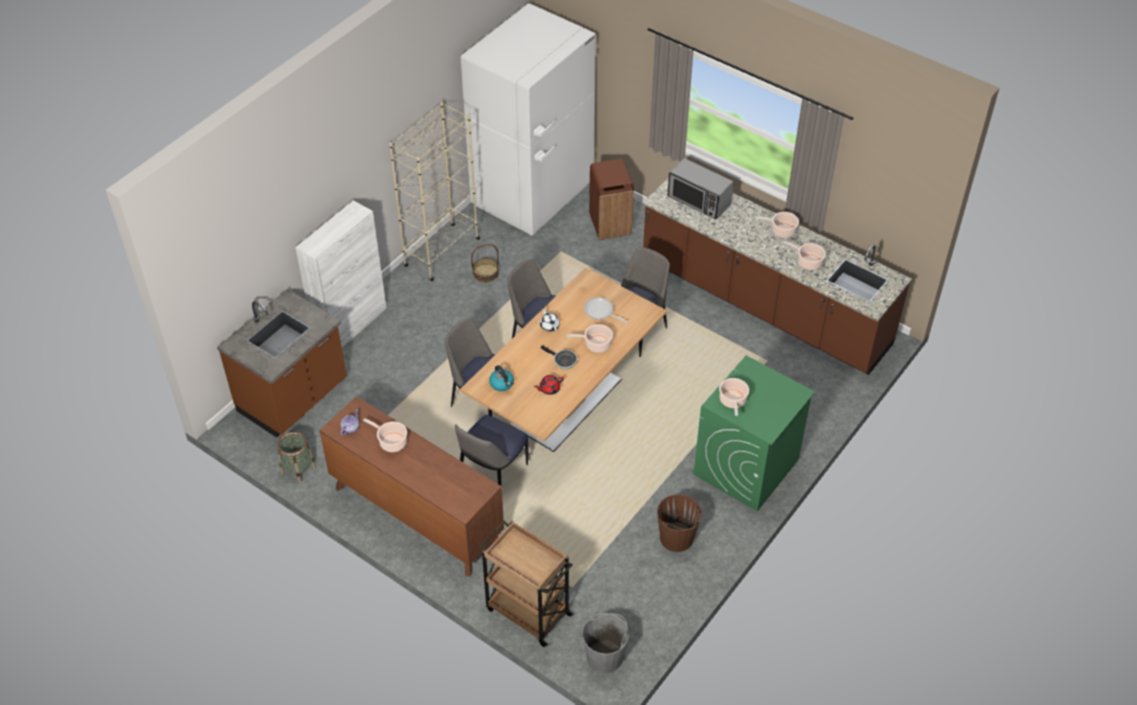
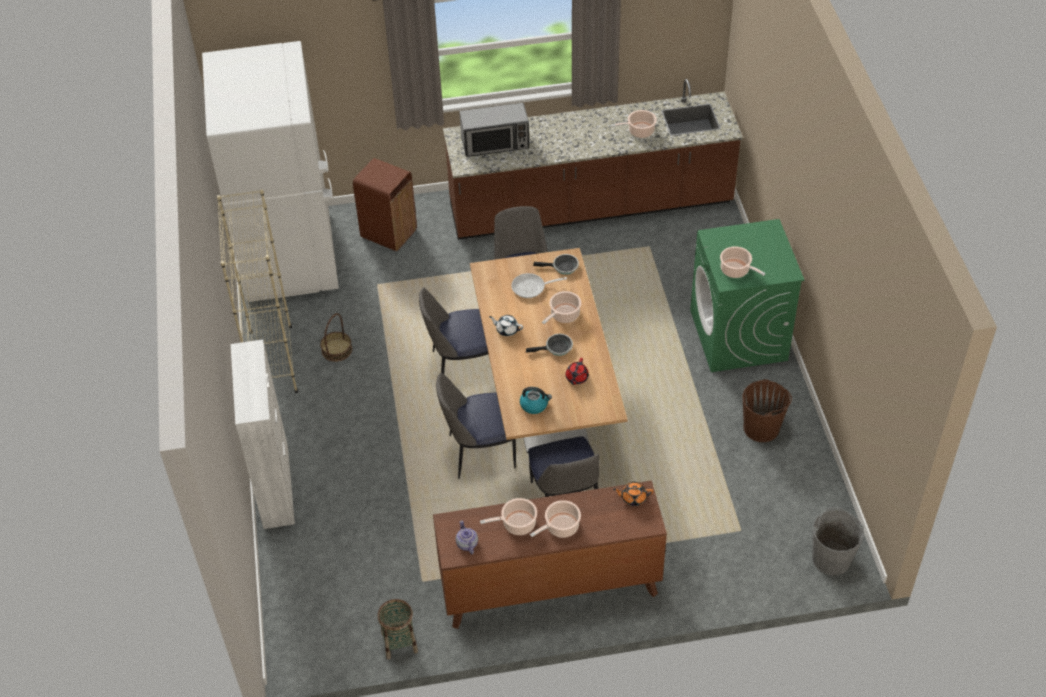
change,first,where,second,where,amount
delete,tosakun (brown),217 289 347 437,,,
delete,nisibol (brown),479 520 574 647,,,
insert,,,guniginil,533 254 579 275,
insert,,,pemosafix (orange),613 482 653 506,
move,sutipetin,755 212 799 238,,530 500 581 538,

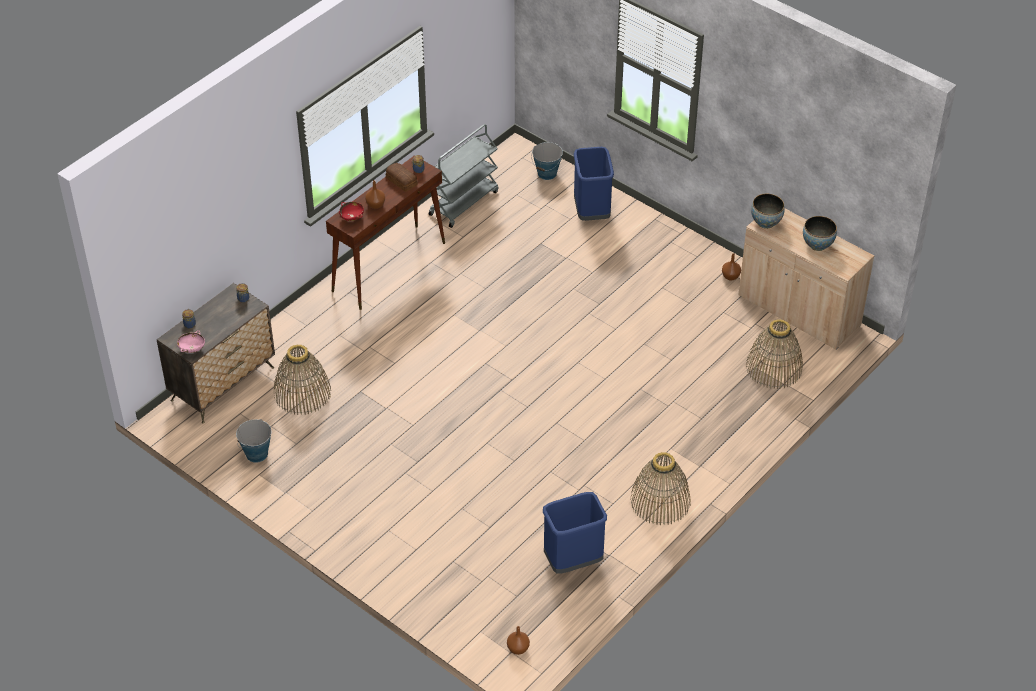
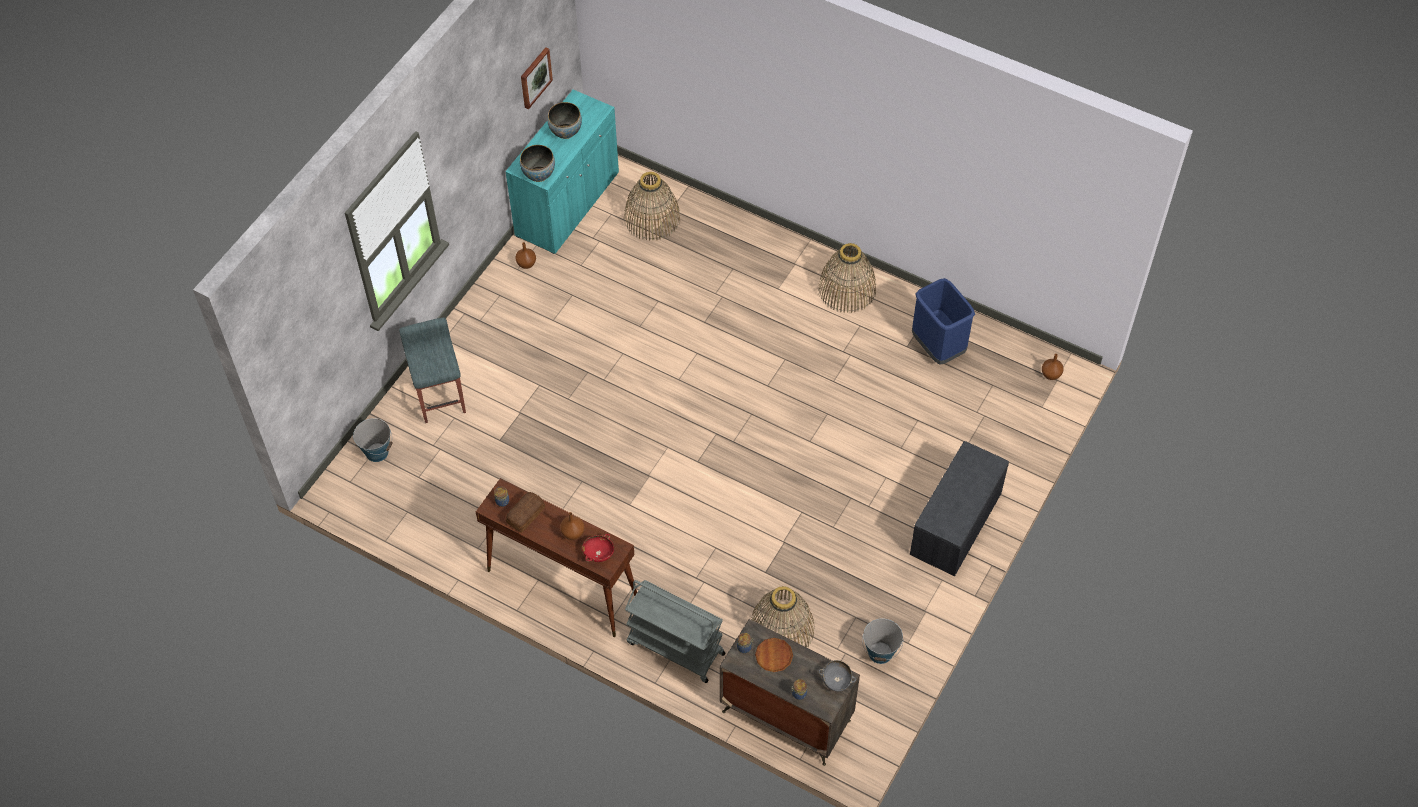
change,first,where,second,where,amount
insert,,,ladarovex,521 47 553 109,
insert,,,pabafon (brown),755 638 793 672,
insert,,,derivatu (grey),910 441 1009 576,
move,nisibol (grey),429 124 499 228,,625 580 725 683,
replace,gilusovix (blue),574 147 614 221,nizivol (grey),399 318 466 423,
recolor,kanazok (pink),177 330 205 353,kanazok (grey),818 660 856 691,
recolor,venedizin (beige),738 209 874 349,venedizin (turquoise),505 89 619 254,

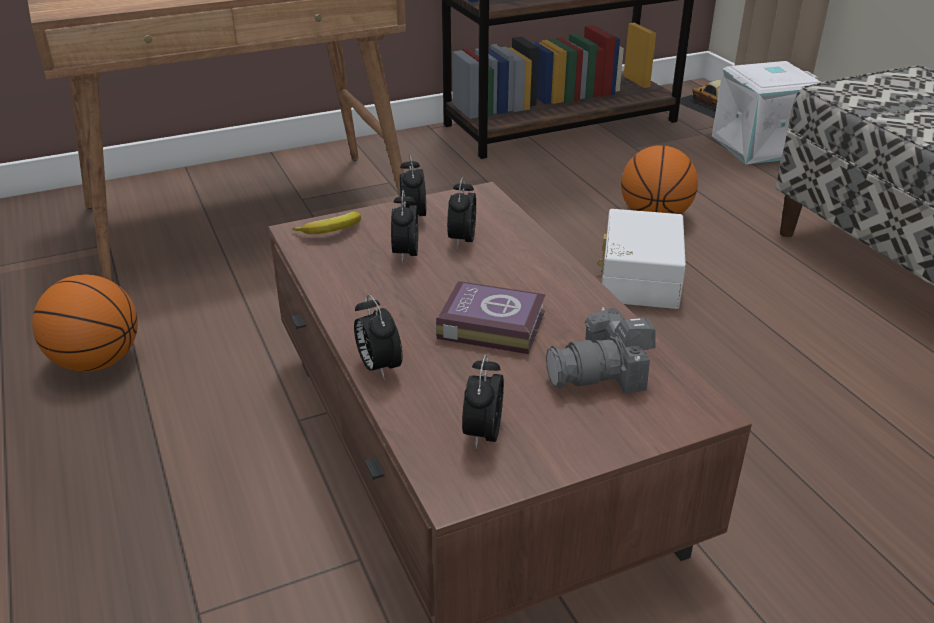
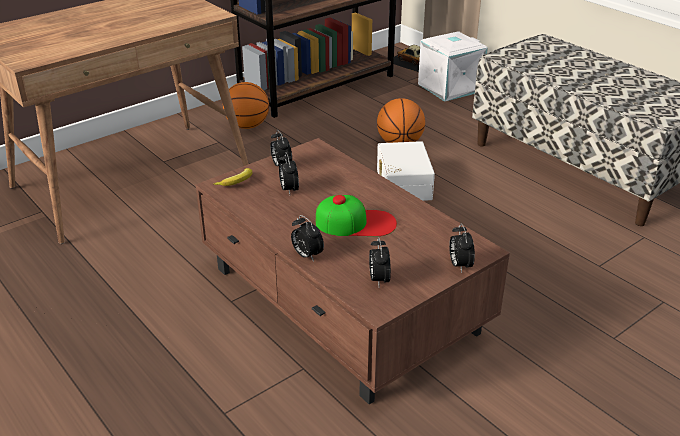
change,first,where,second,where,amount
delete,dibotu,546 307 655 394,,,
move,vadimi,32 275 138 372,,223 82 269 129,
move,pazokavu,447 177 476 249,,449 223 475 273,
replace,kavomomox,436 281 546 354,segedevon,316 195 397 236,

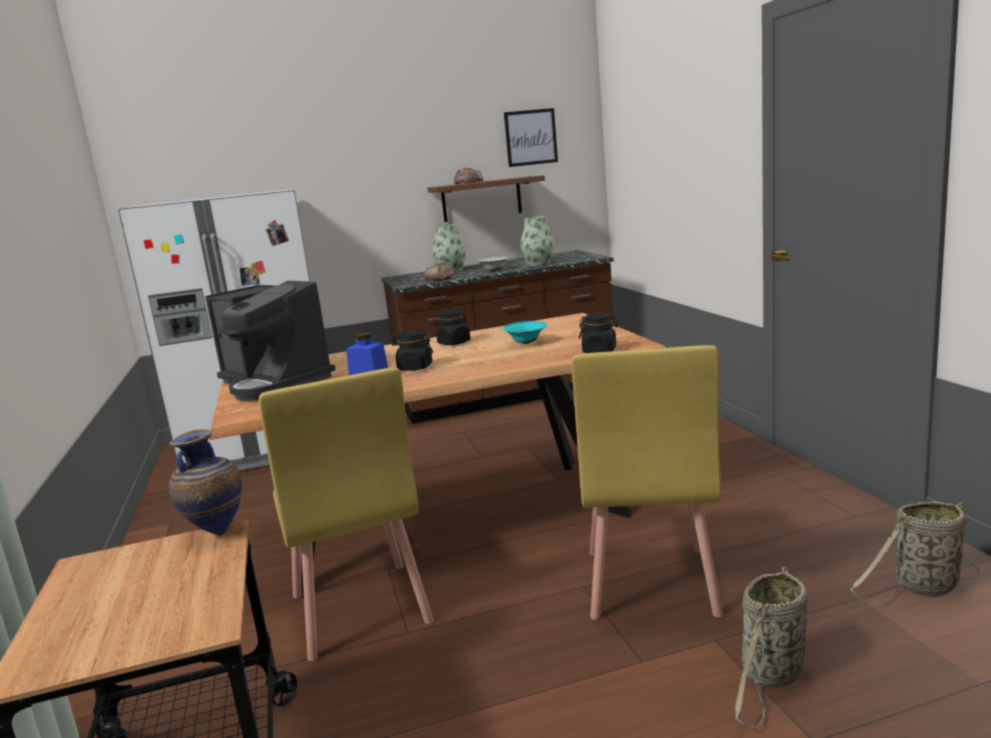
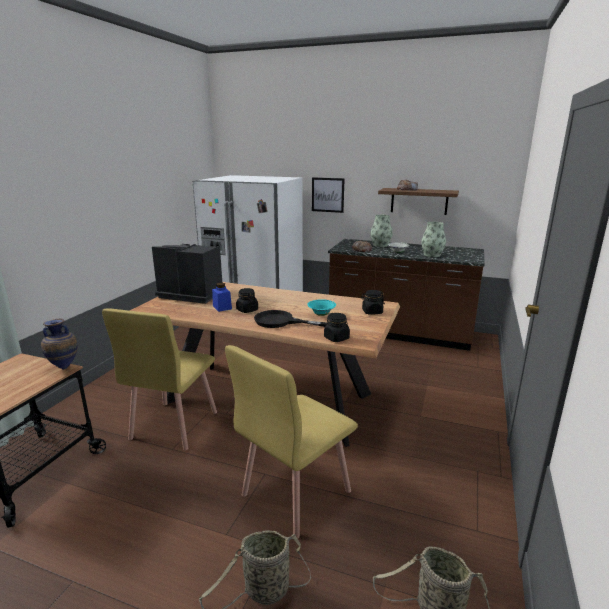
change,first,where,second,where,amount
insert,,,guniginil (black),254 310 327 328,
move,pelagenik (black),436 309 471 345,,361 290 385 314,
move,ladarovex,504 108 558 167,,312 177 345 213,
rotate,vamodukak,205 281 336 401,,152 244 222 304,120 degrees clockwise

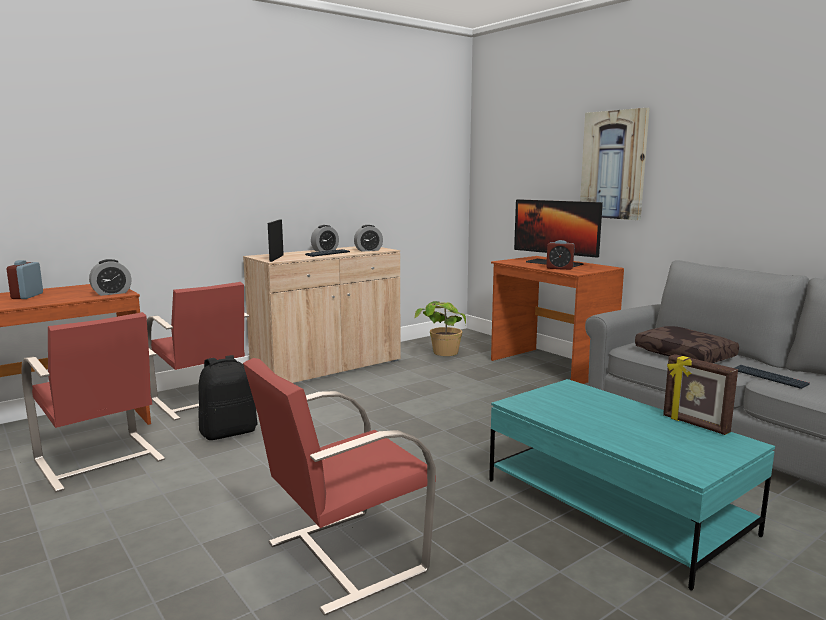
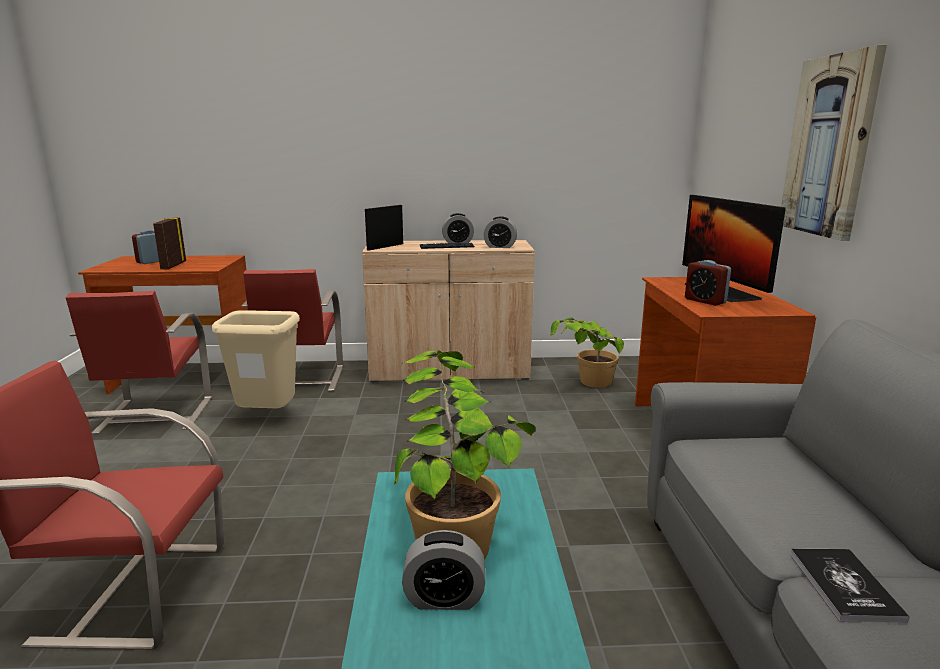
change,first,where,second,where,amount
delete,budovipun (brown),635 326 739 363,,,
insert,,,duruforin,394 350 536 560,
move,pazokavu,89 259 132 296,,402 530 485 610,
move,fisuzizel,663 354 738 435,,153 217 186 269,
replace,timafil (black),198 355 257 440,gilusovix (beige),212 310 300 408,
replace,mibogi,735 365 810 389,kavomomox,790 548 909 623,

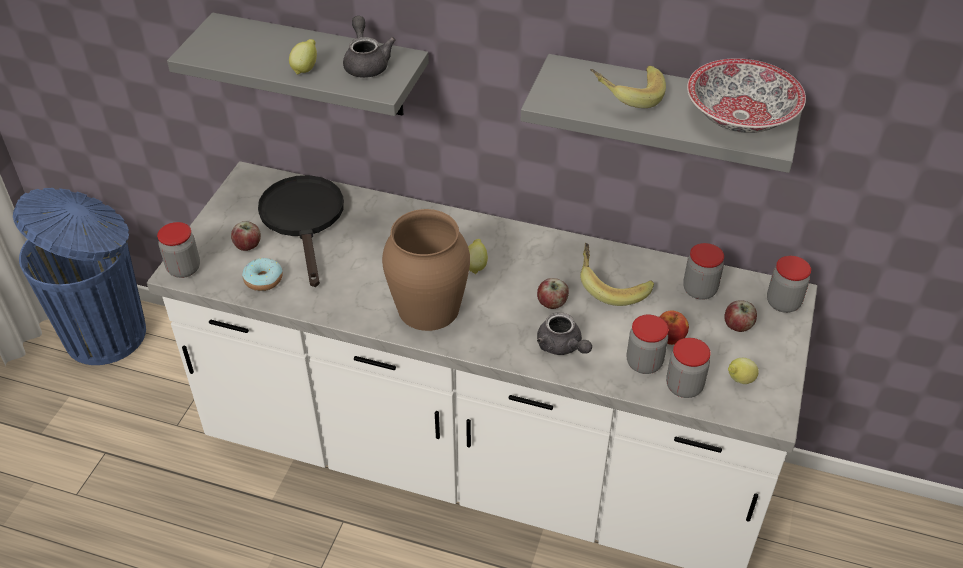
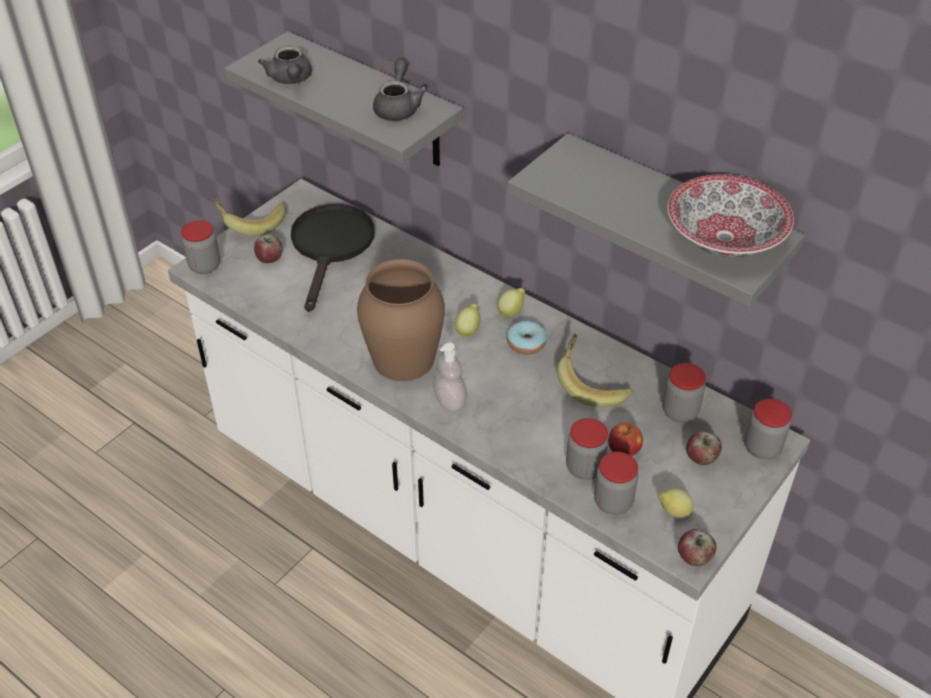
change,first,where,second,where,amount
delete,gilusovix (blue),13 188 146 365,,,
insert,,,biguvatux,433 342 467 411,
move,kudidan,242 258 283 291,,507 321 547 355,
move,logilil,289 39 317 74,,497 288 525 317,
move,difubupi,537 278 569 309,,678 529 717 566,
move,pemosafix (grey),537 312 592 355,,258 46 312 84,
move,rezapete,590 65 666 108,,212 196 286 236,

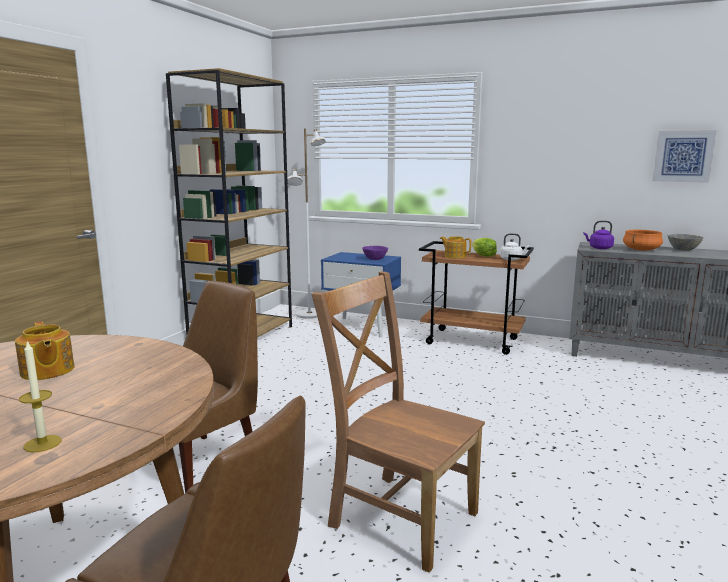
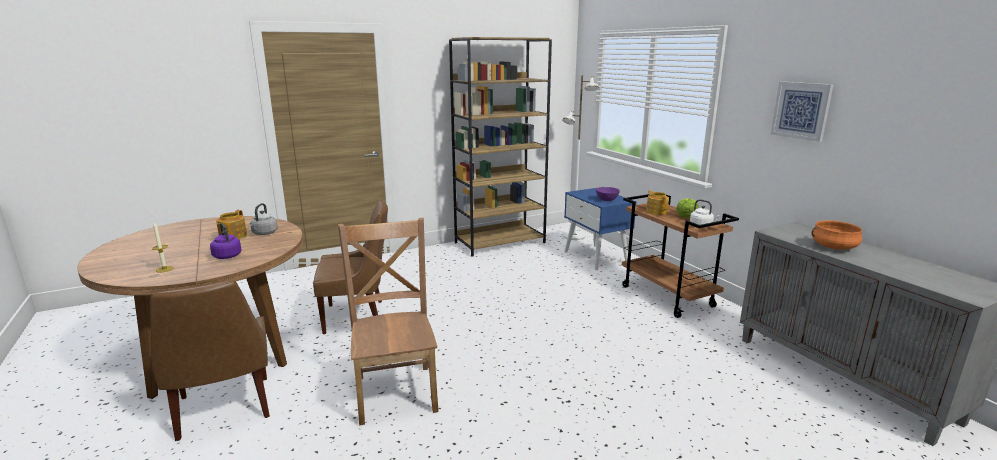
change,first,where,second,where,amount
delete,kanazok (grey),668 234 703 251,,,
insert,,,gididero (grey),250 203 278 235,
move,gididero (purple),583 221 614 249,,210 223 242 259,
move,ladarovex,653 130 717 183,,771 82 834 142,

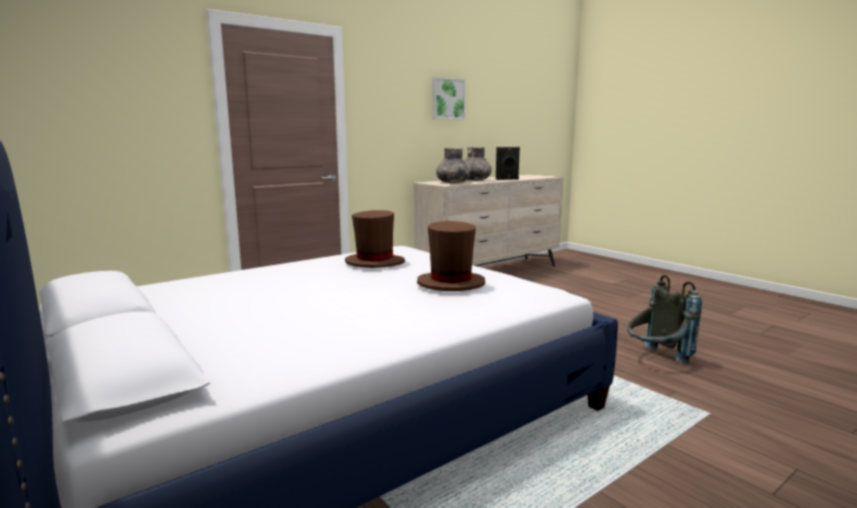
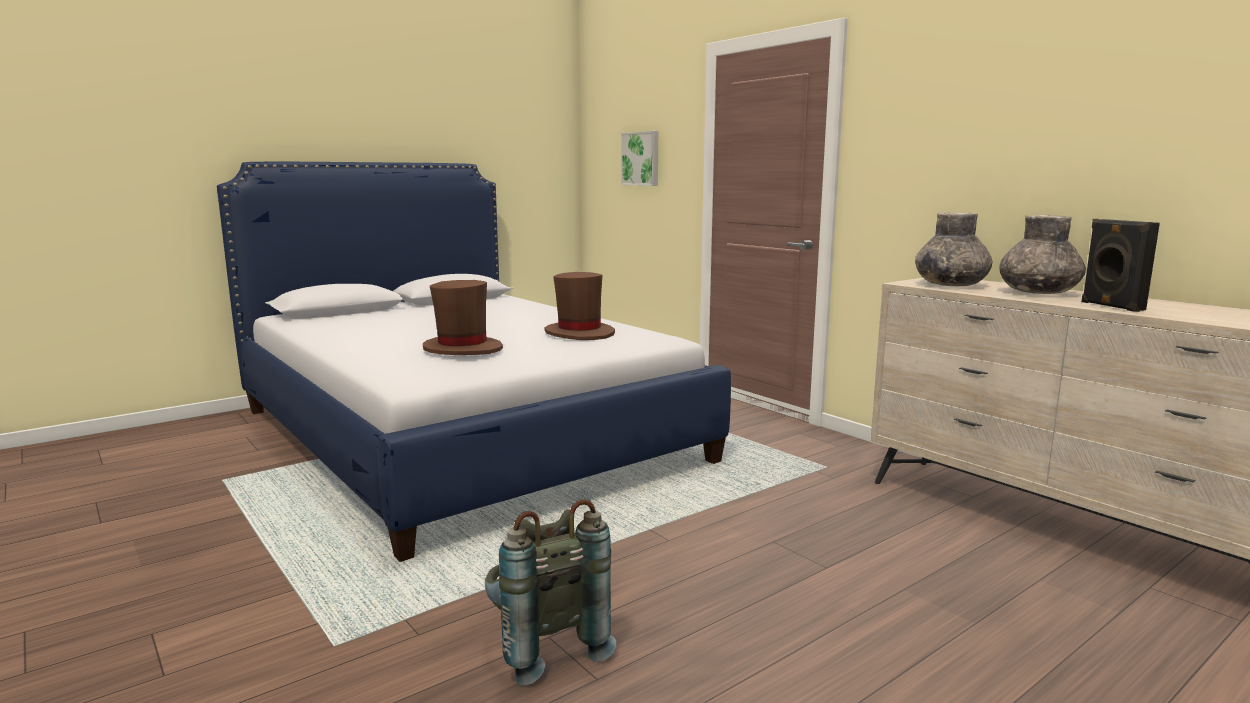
change,first,where,second,where,amount
move,ladarovex,432 77 466 120,,621 131 658 186,

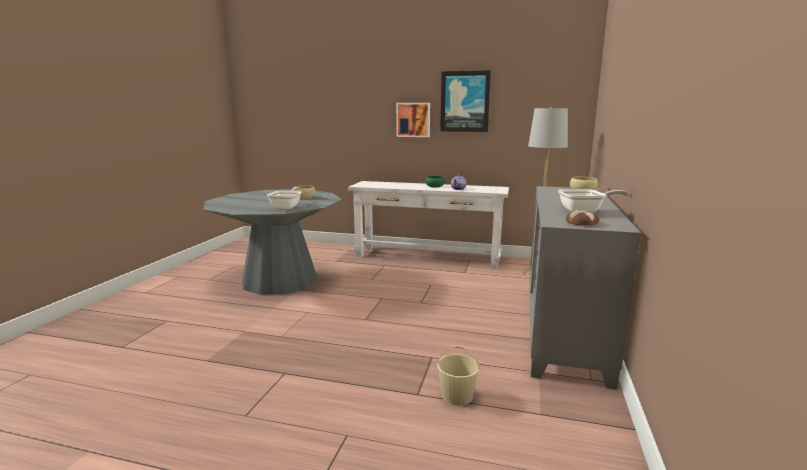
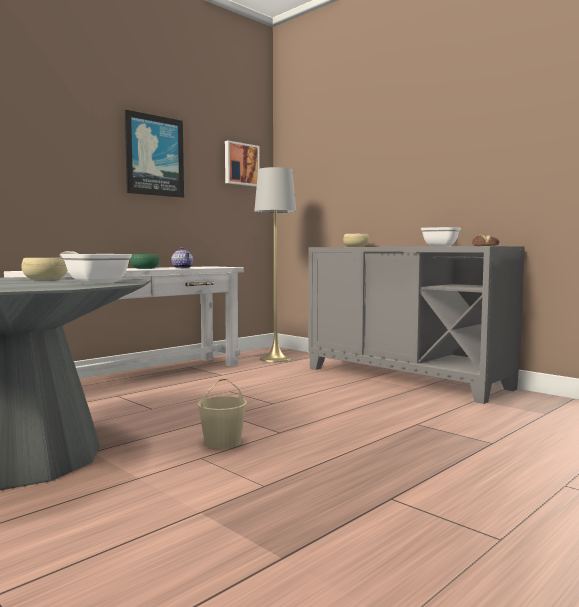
change,first,where,second,where,amount
move,ladarovex,396 103 430 137,,225 140 260 187,
move,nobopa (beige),437 346 480 405,,197 379 247 449,

